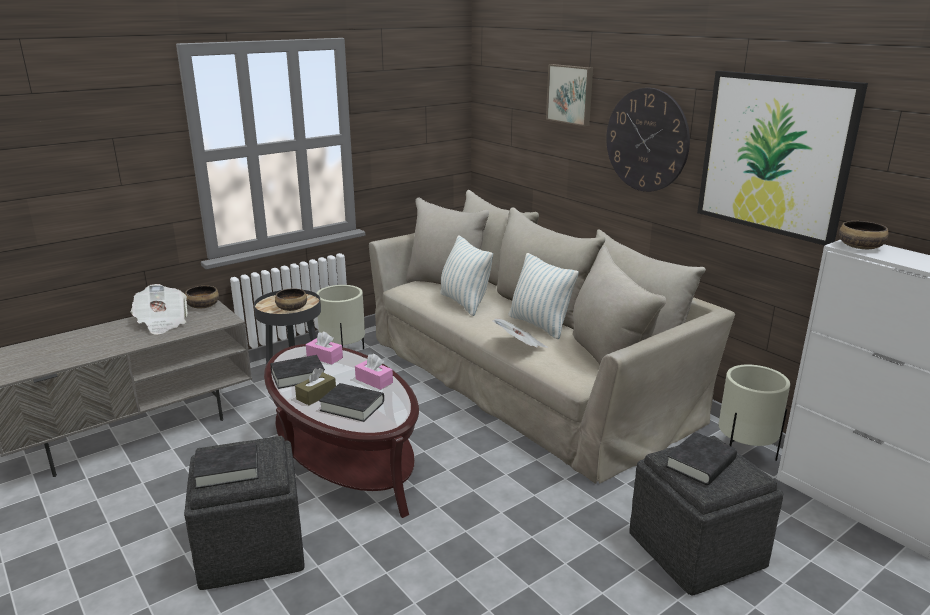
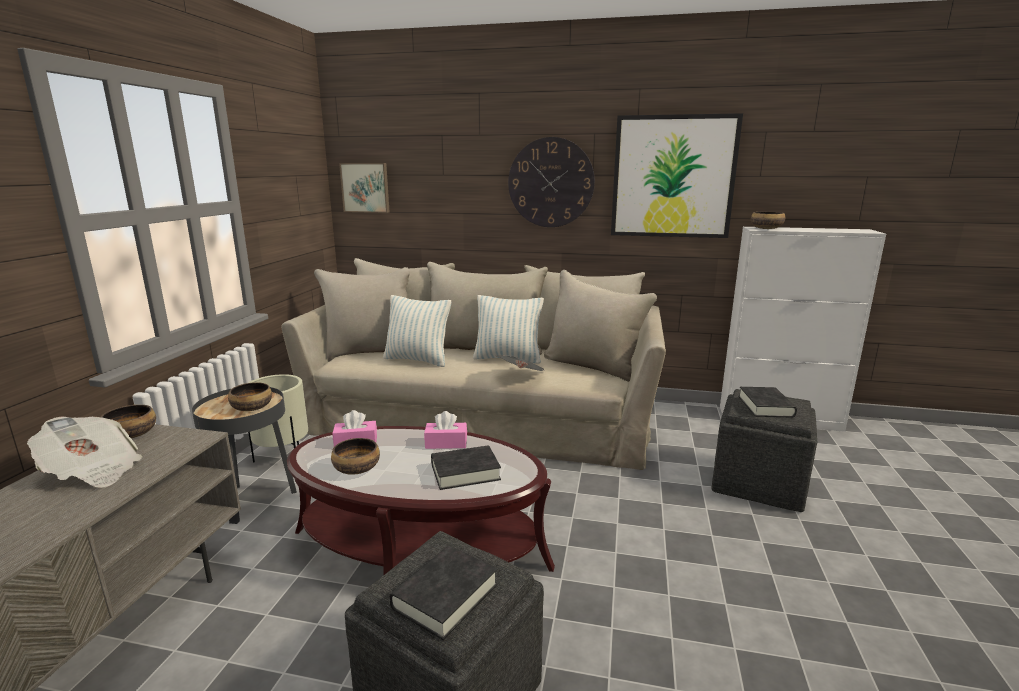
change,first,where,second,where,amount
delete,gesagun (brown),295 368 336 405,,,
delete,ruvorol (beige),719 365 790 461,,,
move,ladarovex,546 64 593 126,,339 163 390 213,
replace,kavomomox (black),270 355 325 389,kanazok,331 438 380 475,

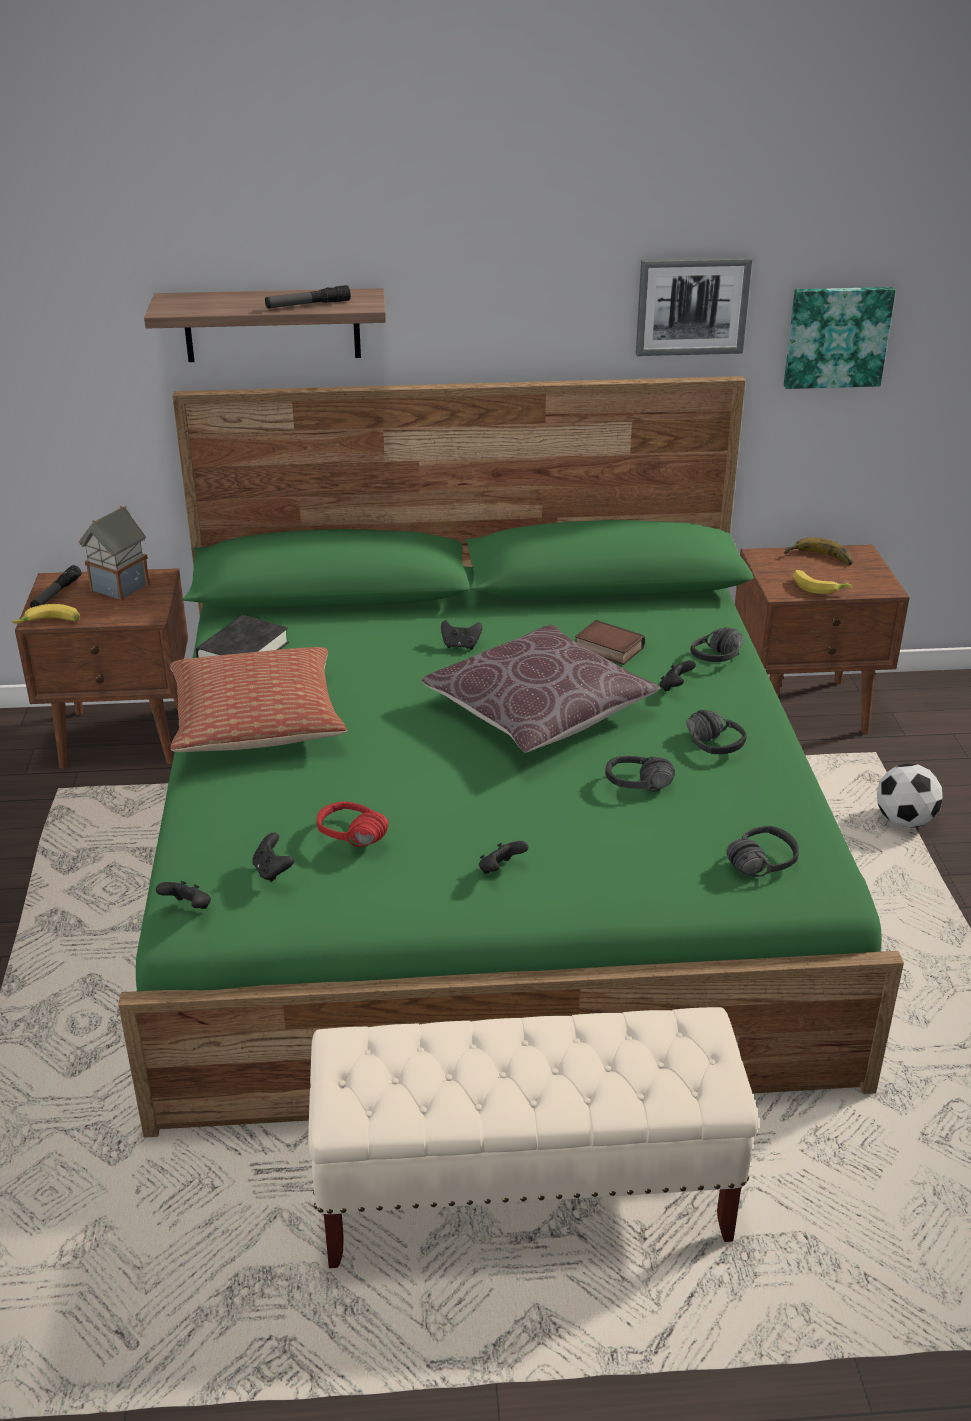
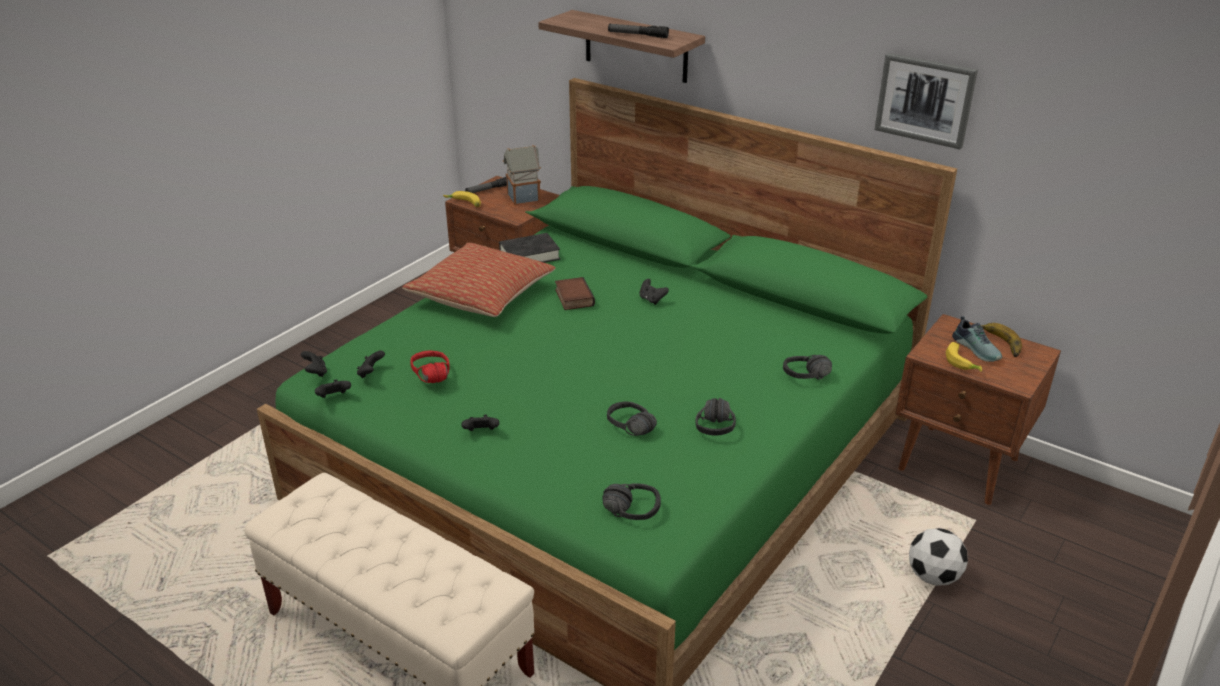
change,first,where,second,where,amount
delete,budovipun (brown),421 625 660 753,,,
delete,ladarovex,784 287 896 389,,,
insert,,,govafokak,952 316 1002 362,
move,kavomomox,575 620 645 665,,555 277 595 310,
move,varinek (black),660 660 696 692,,315 379 351 398,

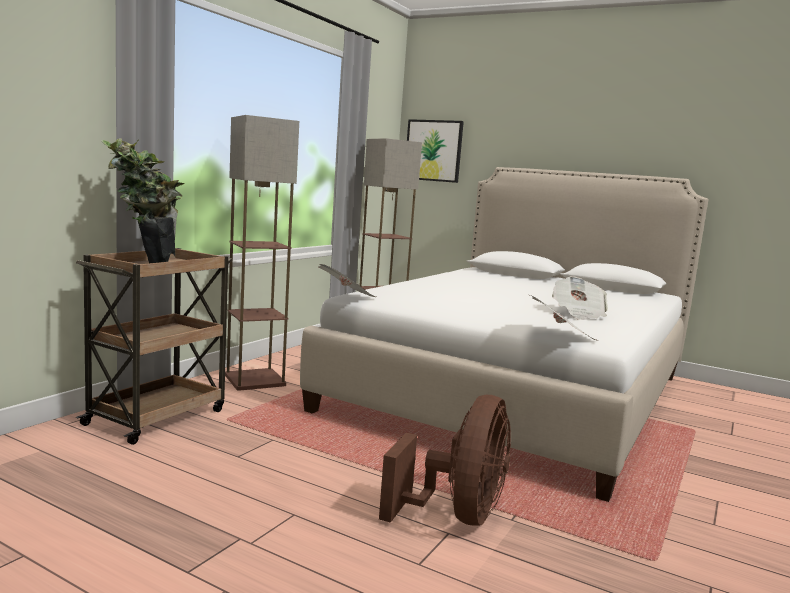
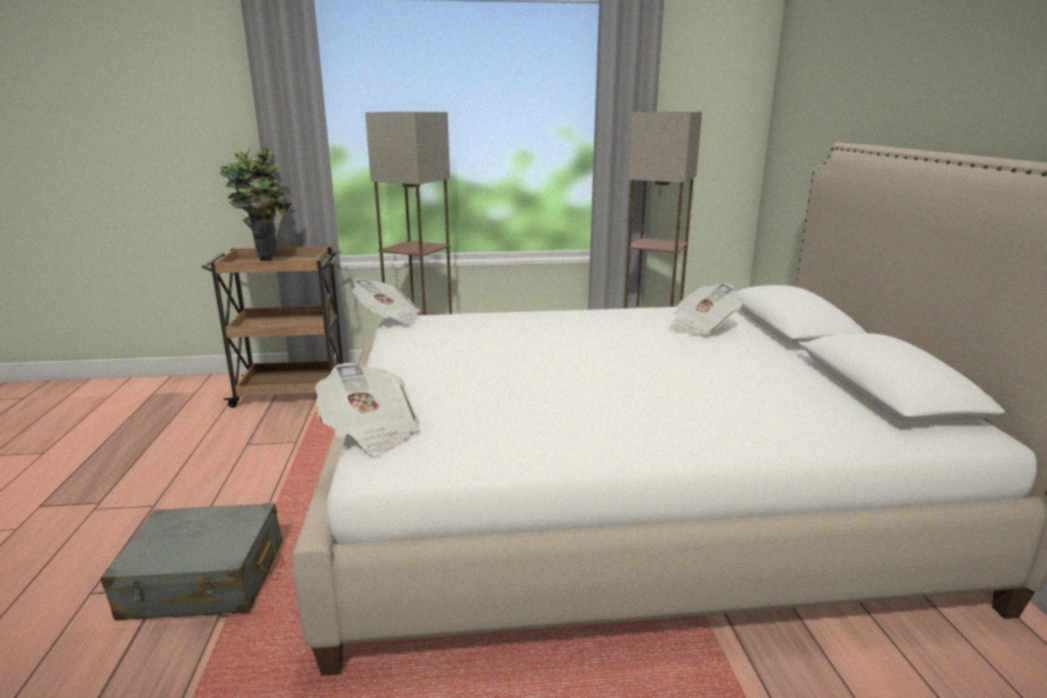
change,first,where,second,where,amount
delete,ladarovex,407 119 464 183,,,
move,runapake,552 276 608 320,,668 283 743 335,
replace,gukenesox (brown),379 395 511 526,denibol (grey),101 503 282 621,

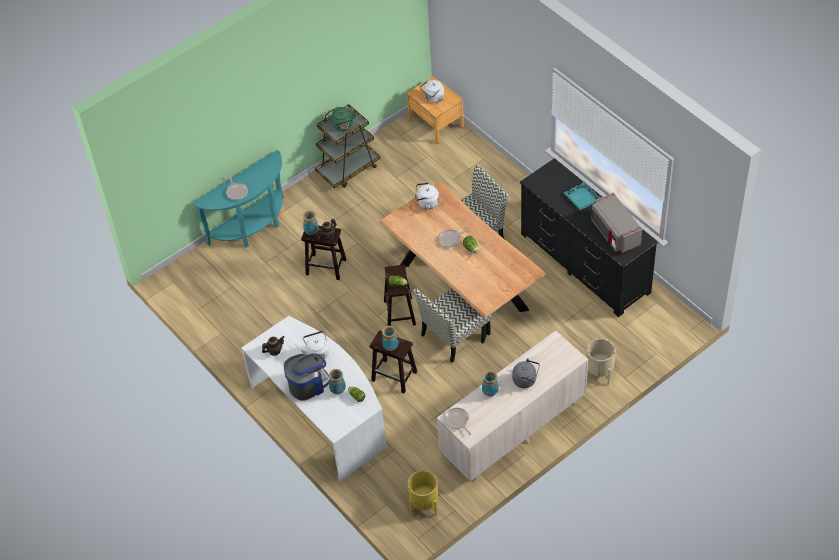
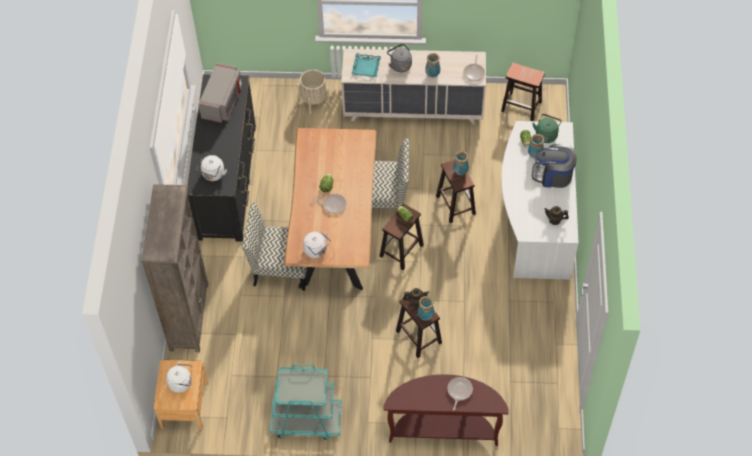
change,first,where,second,where,amount
insert,,,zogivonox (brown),141 184 208 352,
move,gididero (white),301 331 330 359,,197 155 227 181,
move,gididero (green),331 107 356 131,,532 114 562 143,
move,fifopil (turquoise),564 181 600 210,,352 53 381 77,
replace,ruvorol (yellow),408 470 439 516,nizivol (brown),501 62 545 121,
recolor,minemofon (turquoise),192 150 284 248,minemofon (brown),384 374 509 446,
recolor,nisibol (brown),315 104 380 188,nisibol (turquoise),270 364 342 440,

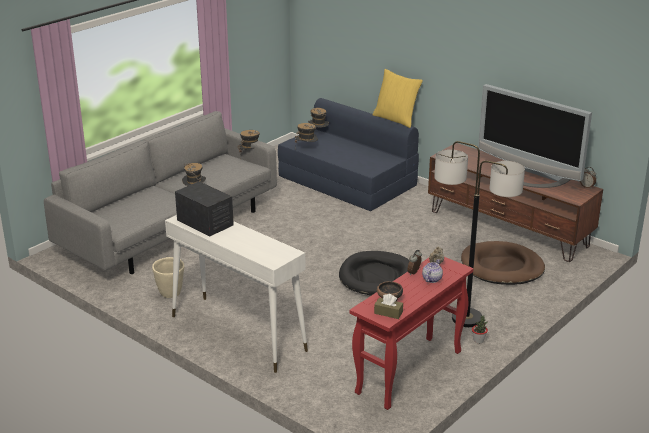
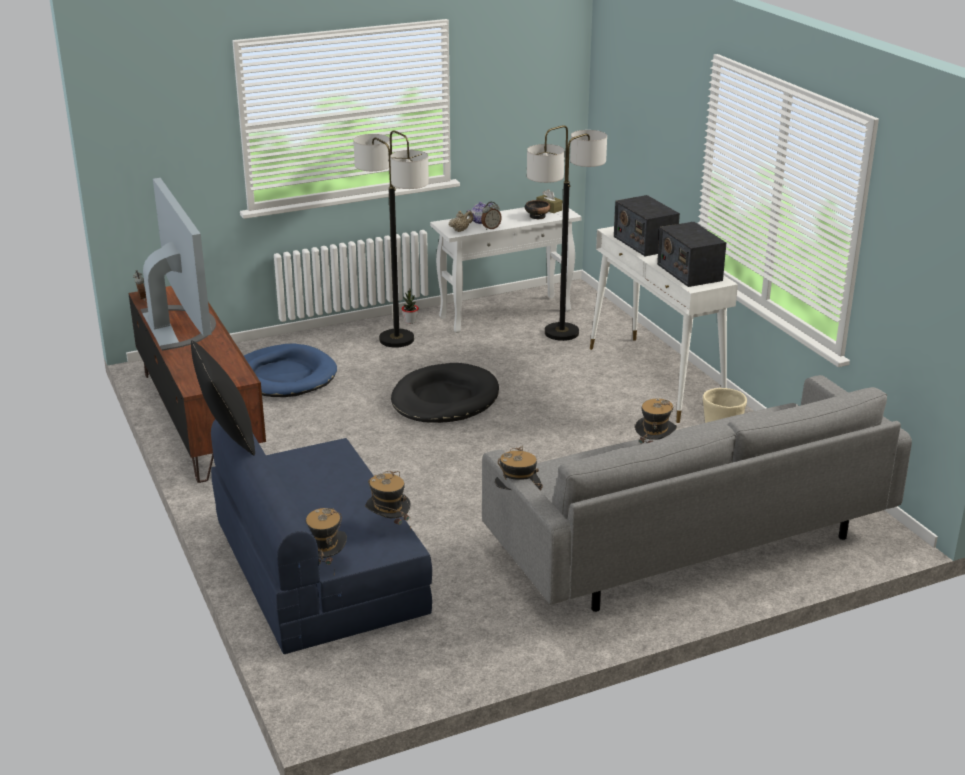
change,first,where,second,where,amount
insert,,,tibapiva,527 125 607 341,
insert,,,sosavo,614 195 680 256,
recolor,minemofon (red),350 257 474 410,minemofon (white),430 207 582 333,
recolor,budovipun (yellow),373 69 423 128,budovipun (black),191 340 255 456,
recolor,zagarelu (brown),461 241 545 285,zagarelu (blue),244 344 337 397,

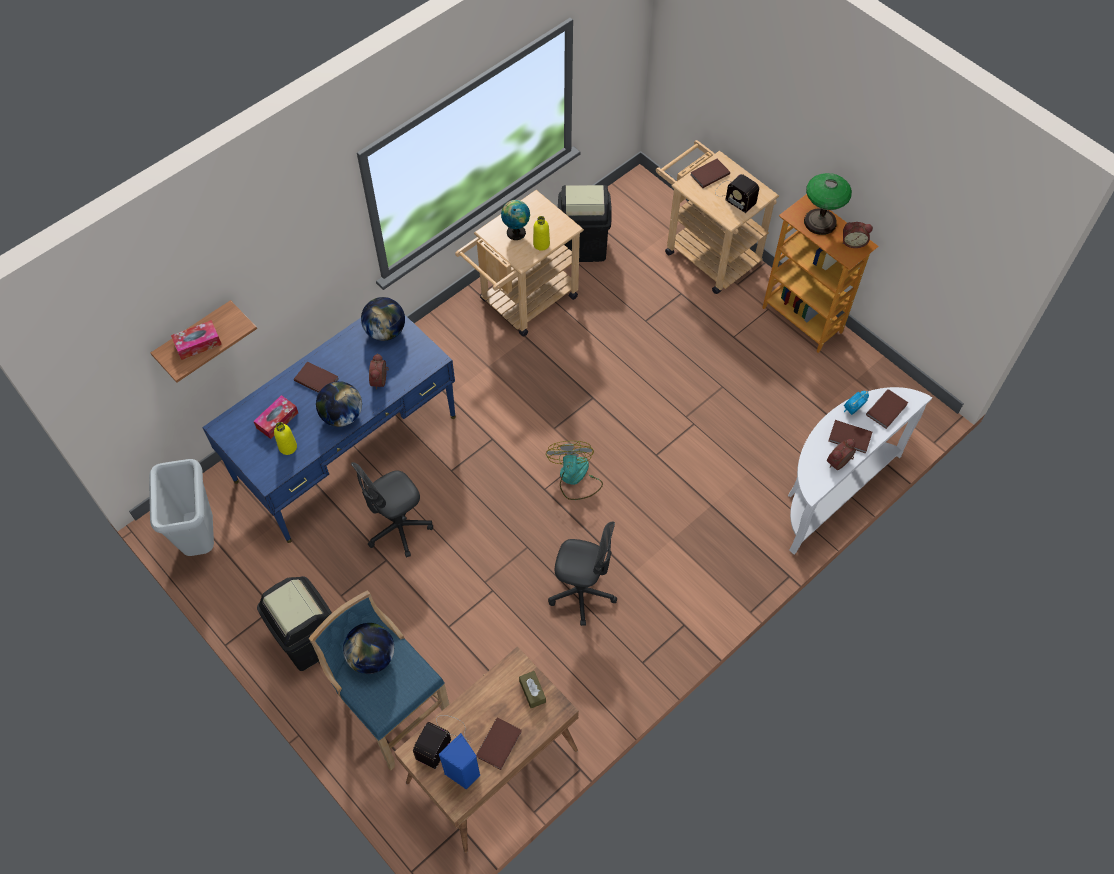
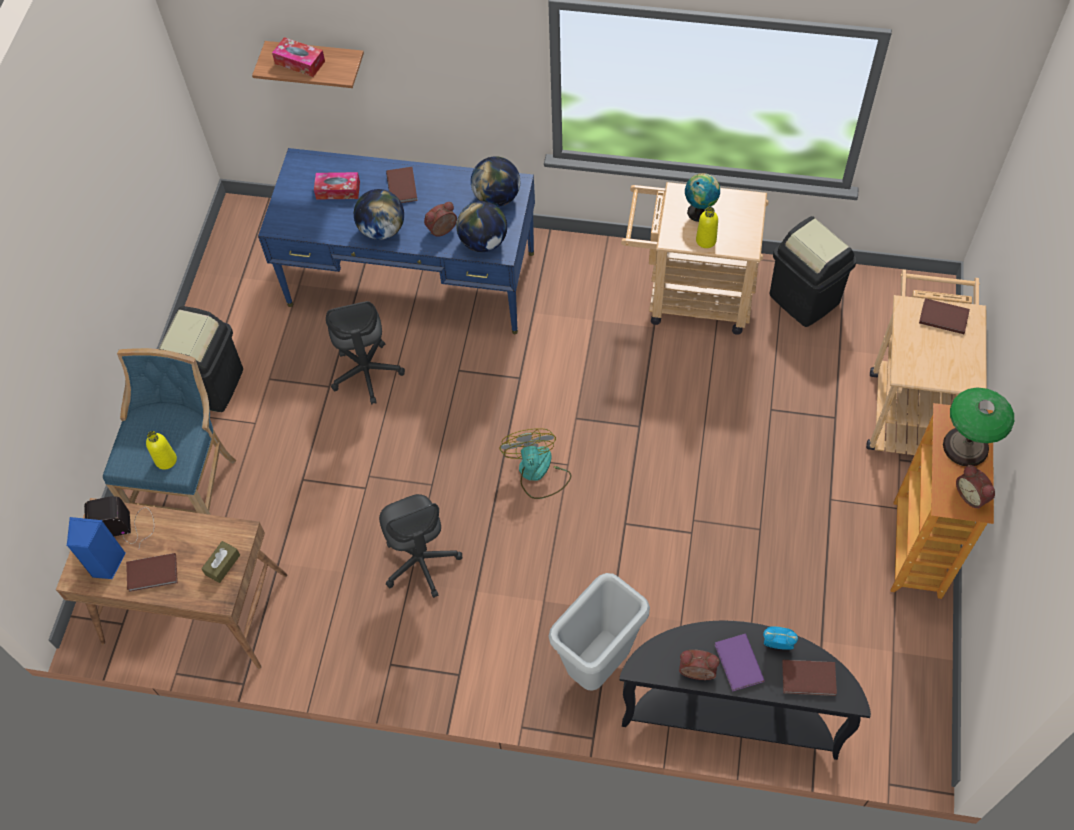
change,first,where,second,where,amount
delete,sosavo,715 174 759 213,,,
move,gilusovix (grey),149 459 214 556,,549 573 650 691,
move,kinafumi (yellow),274 422 297 455,,146 431 177 470,
move,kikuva,343 623 394 674,,456 201 507 252,
recolor,minemofon (white),788 387 932 555,minemofon (black),619 621 871 760,
recolor,kavomomox (brown),828 420 872 454,kavomomox (purple),714 634 765 691,
rotate,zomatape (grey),351 462 433 558,,326 301 405 404,120 degrees counterclockwise
rotate,gukenesox,546 441 603 500,,500 428 572 499,60 degrees counterclockwise

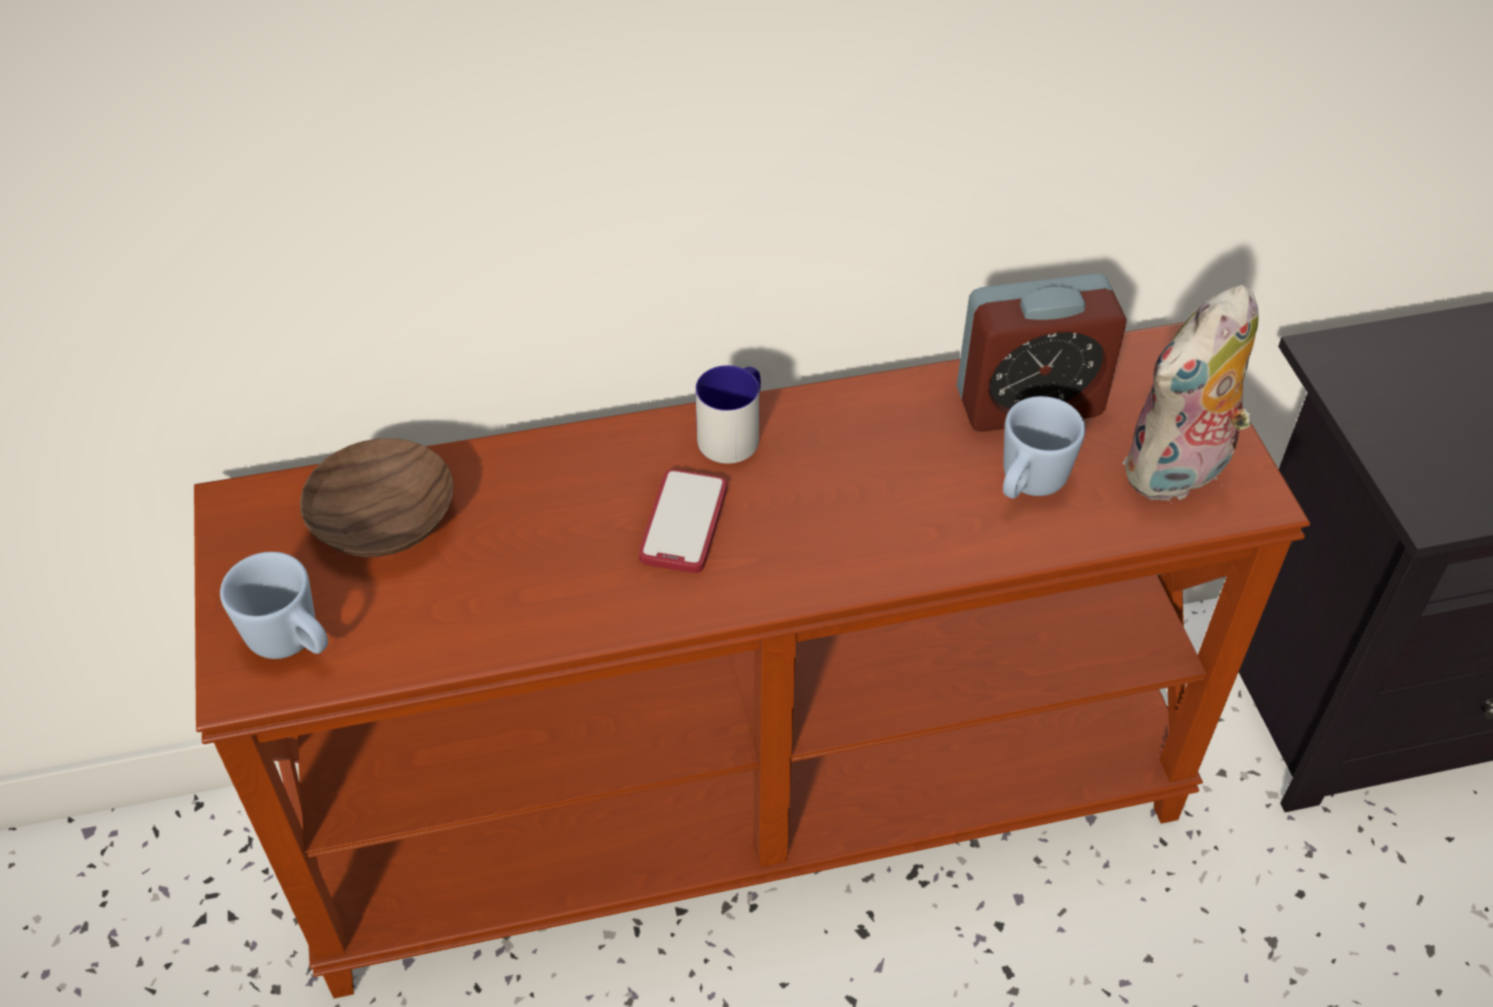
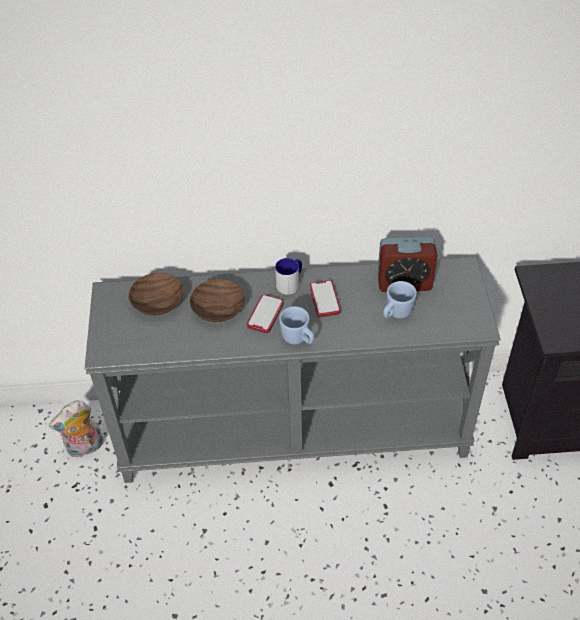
change,first,where,second,where,amount
insert,,,kanazok (brown),190 279 245 322,
insert,,,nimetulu,310 280 341 317,
move,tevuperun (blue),220 552 328 659,,279 306 314 344,
move,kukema,1122 285 1259 503,,49 400 103 458,
recolor,minemofon (brown),194 322 1310 998,minemofon (grey),85 257 501 483,

